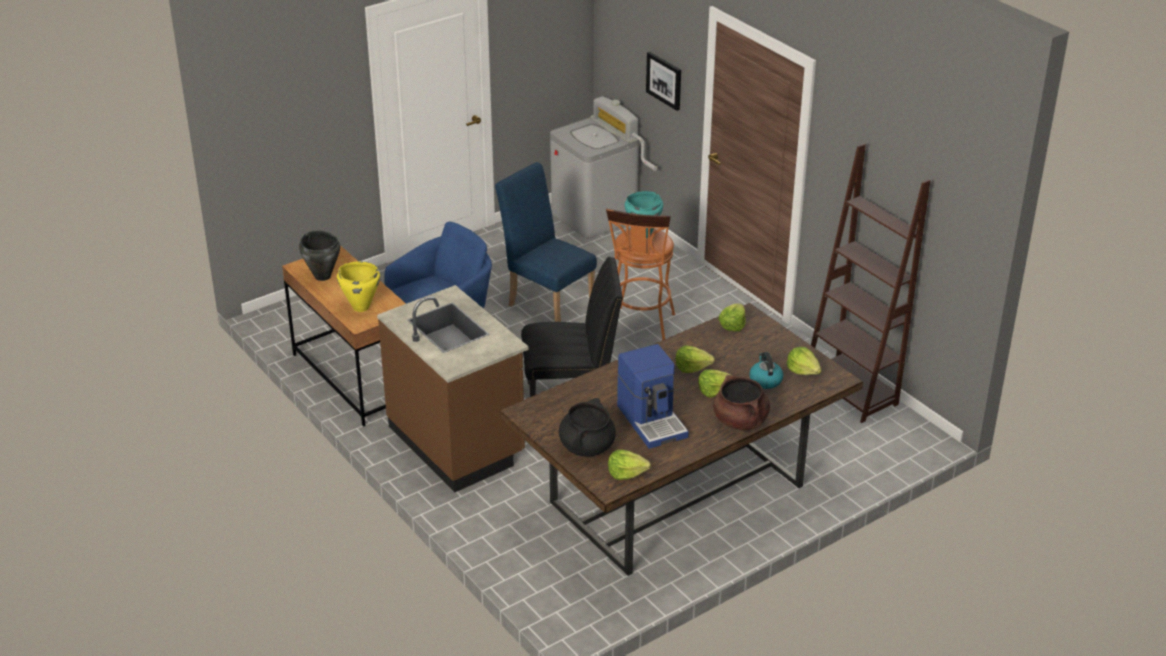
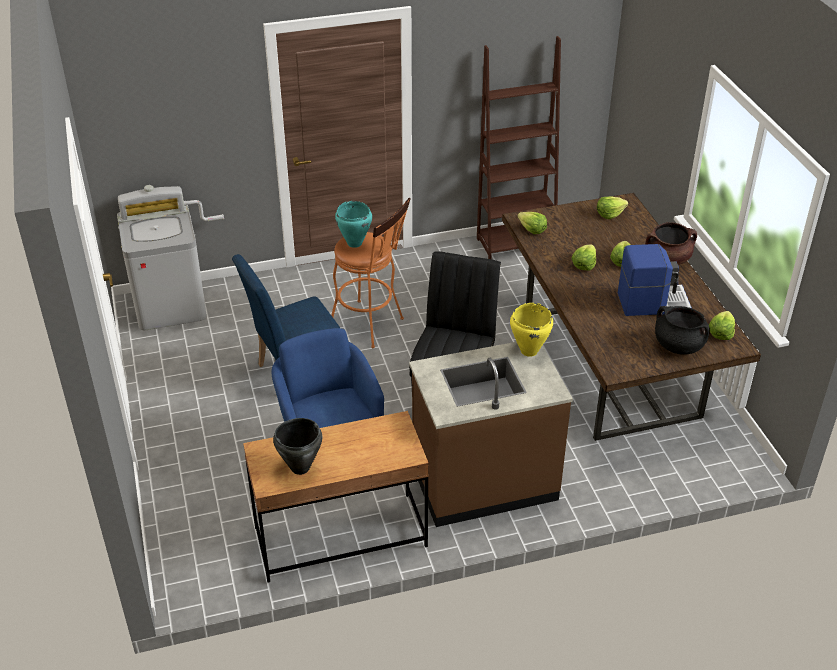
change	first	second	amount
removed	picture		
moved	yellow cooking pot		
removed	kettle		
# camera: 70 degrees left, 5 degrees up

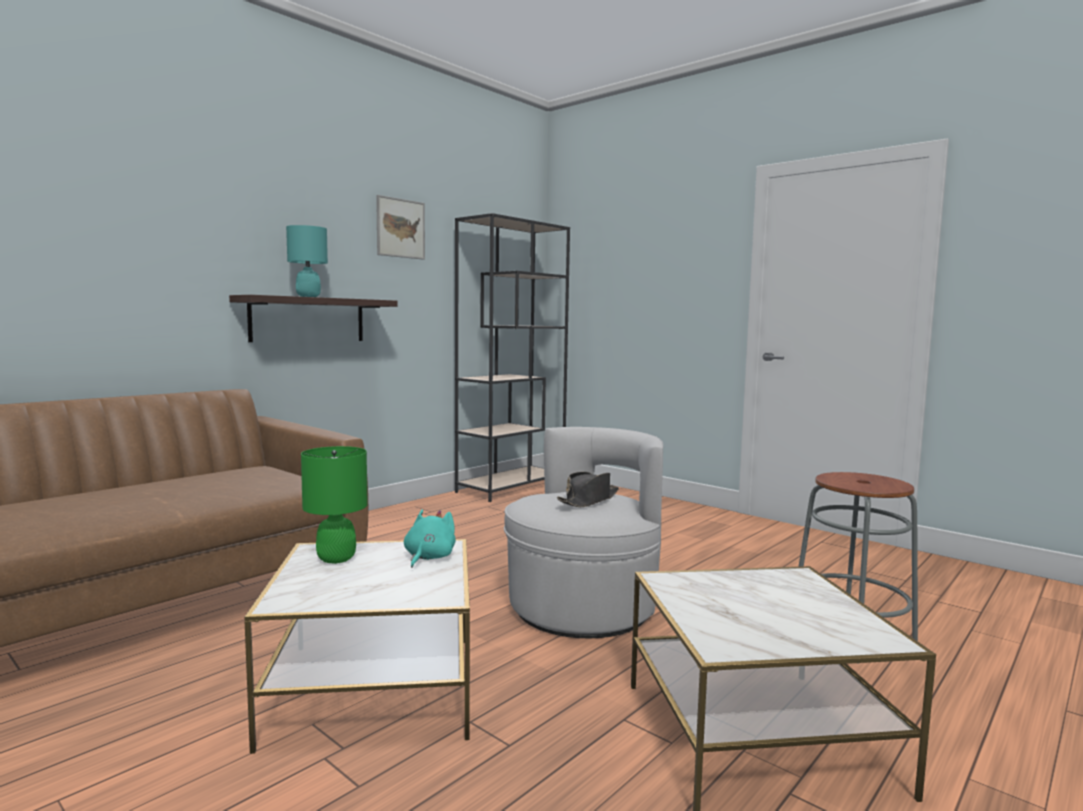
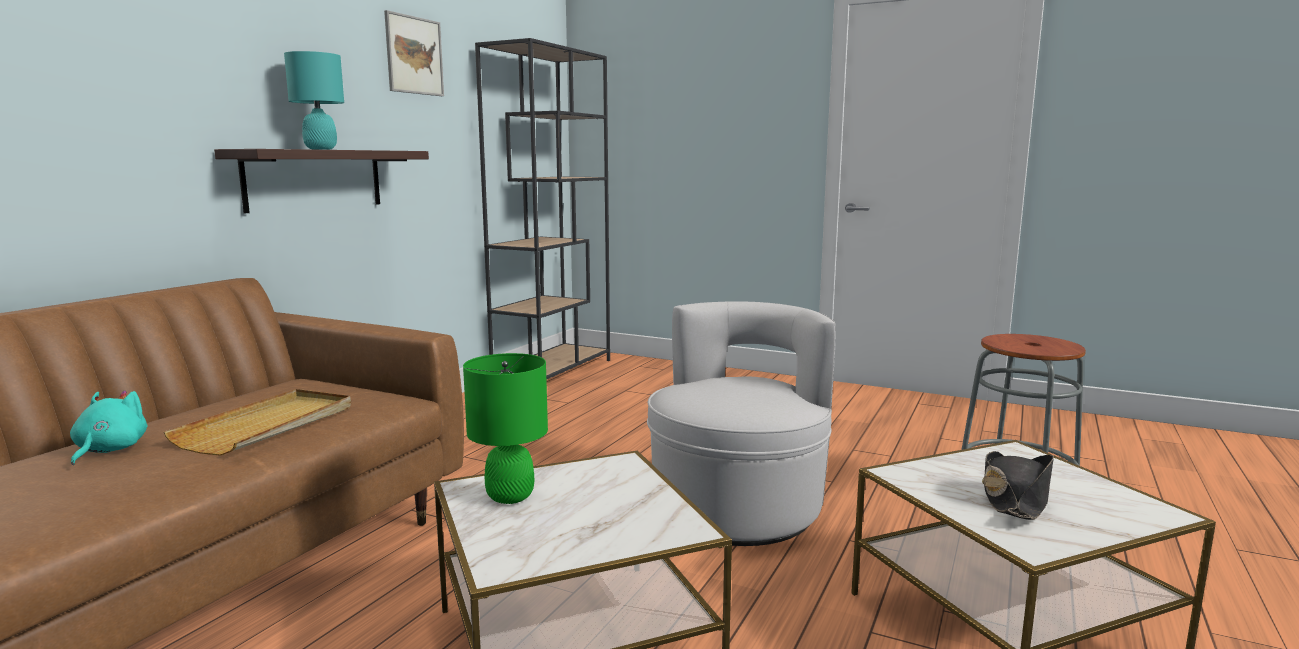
change	first	second	amount
moved	black hat		
moved	turquoise plush toy		
added		beige tray	
# camera: 15 degrees left, 5 degrees up

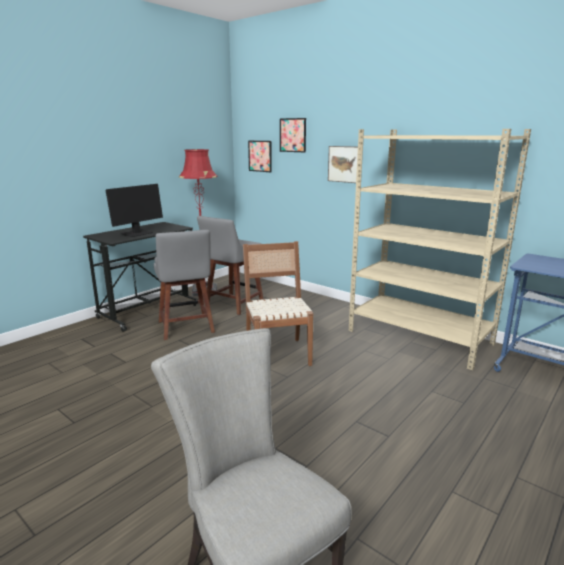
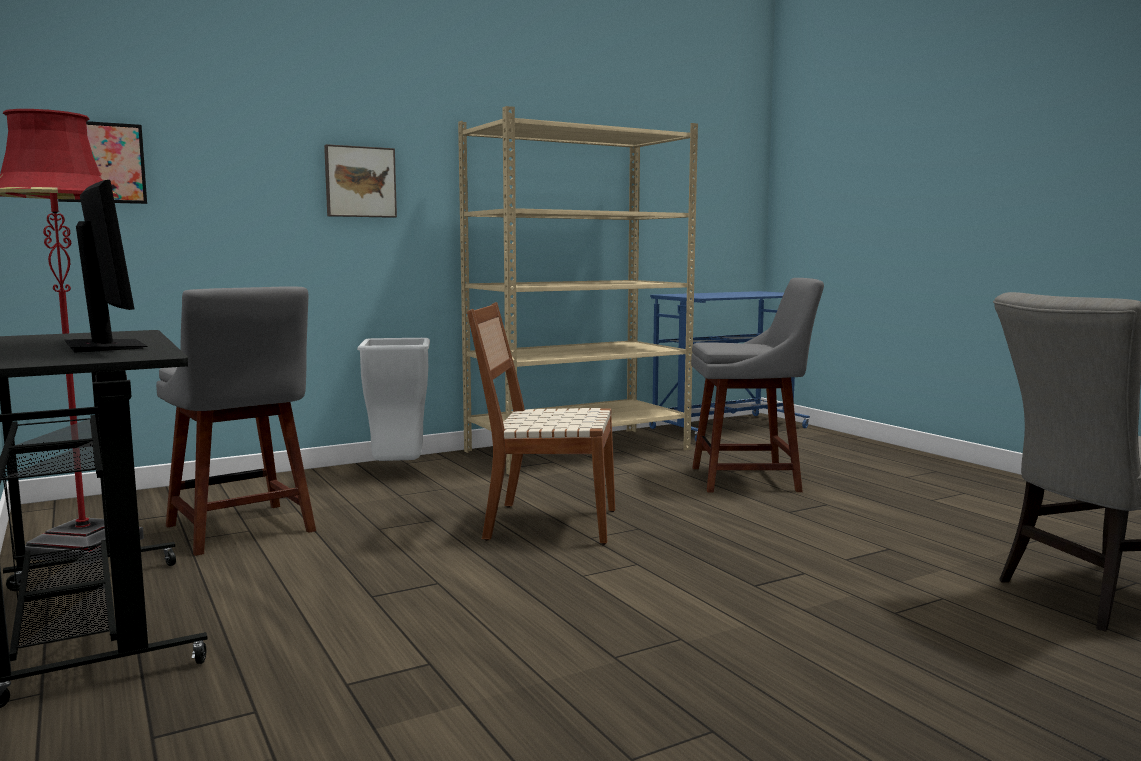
change	first	second	amount
removed	picture (2nd from left)		
moved	grey stool (1st from left in the first image)	grey stool (2nd from left)	
added		grey trash can	
# camera: 70 degrees left, 10 degrees down

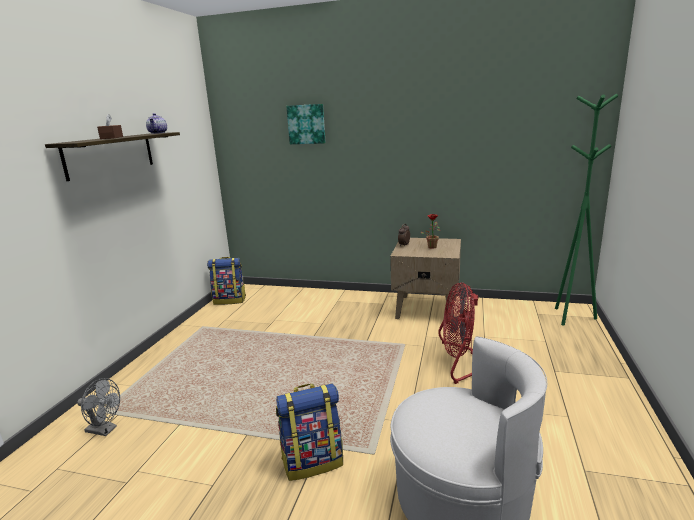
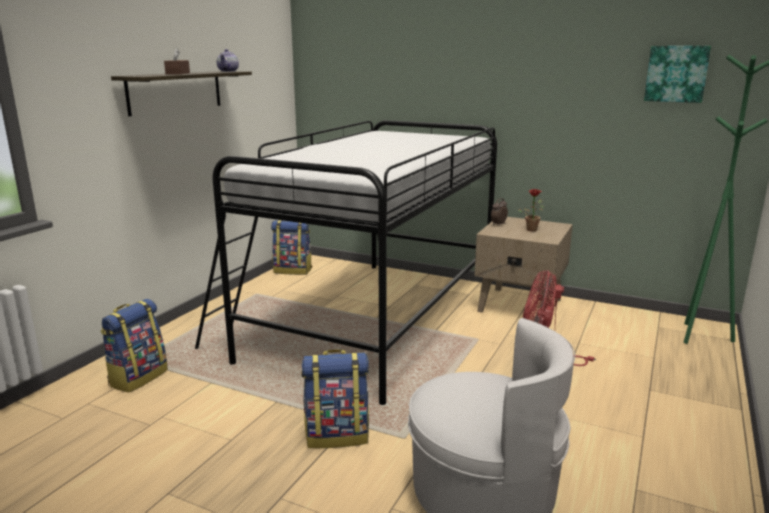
change	first	second	amount
moved	picture		
replaced	grey fan	backpack (1st from left)	
added		black bed	
# camera: 10 degrees right, 0 degrees up

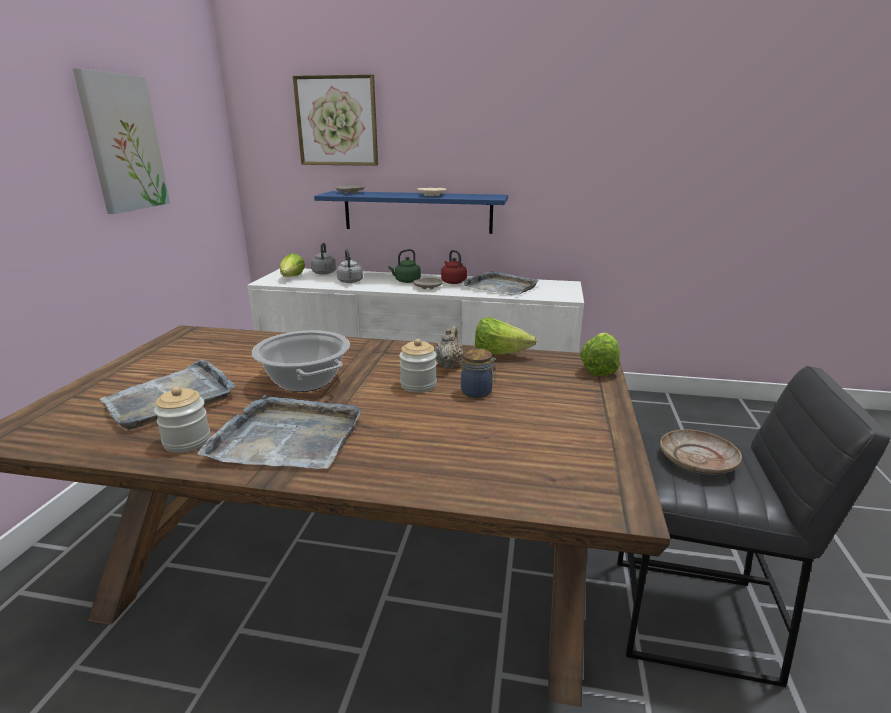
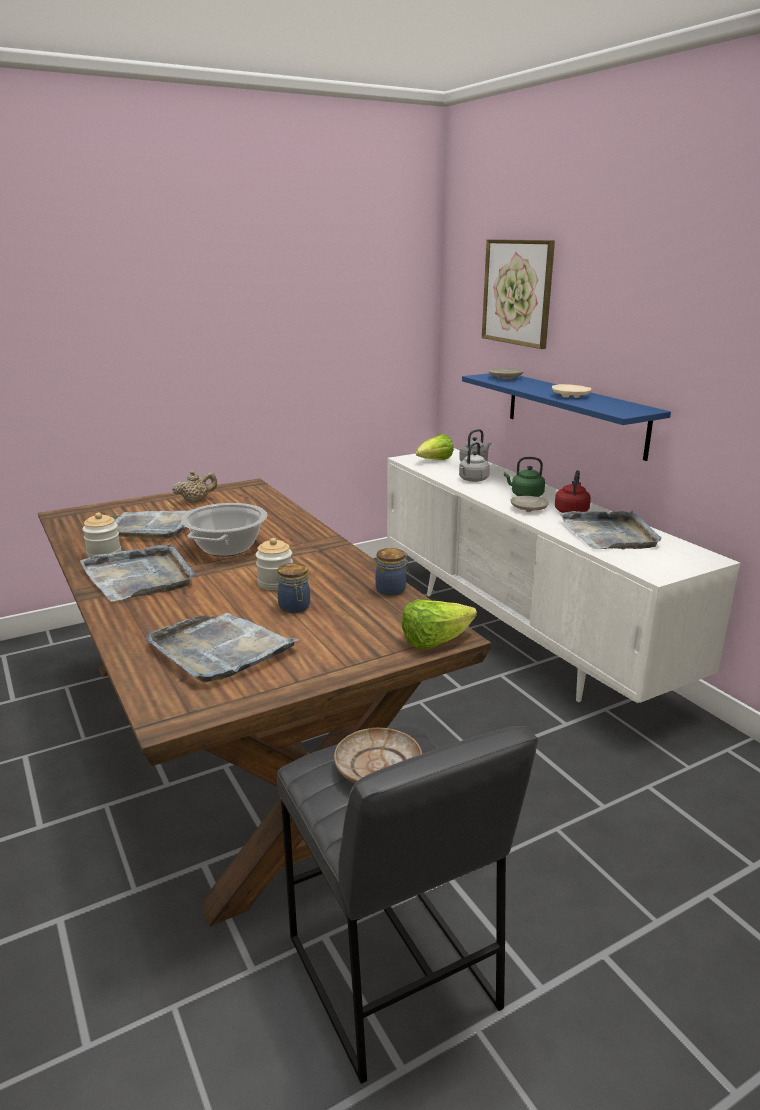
change	first	second	amount
removed	picture (1st from left)		
replaced	lettuce (2nd from left)	jar (4th from left)	
moved	beige teapot		
added		grey tray (3rd from left)	
# camera: 50 degrees right, 0 degrees up

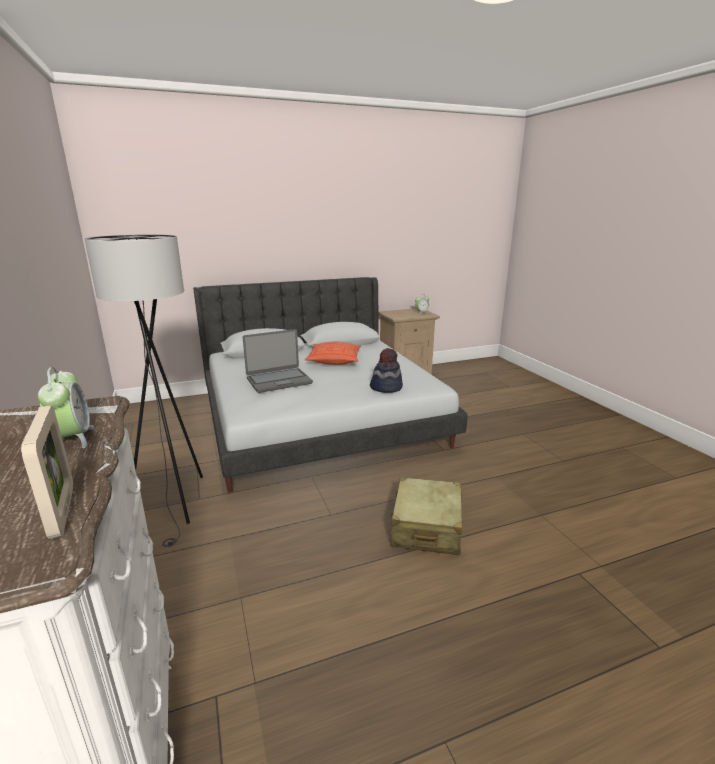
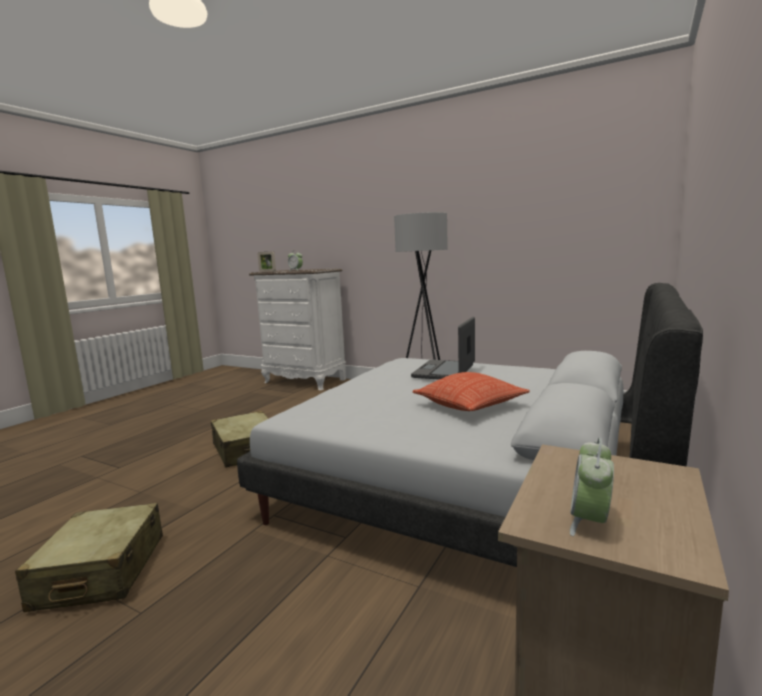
change	first	second	amount
removed	hat		
added		beige suitcase (1st from left)	
# camera: 140 degrees right, 10 degrees down

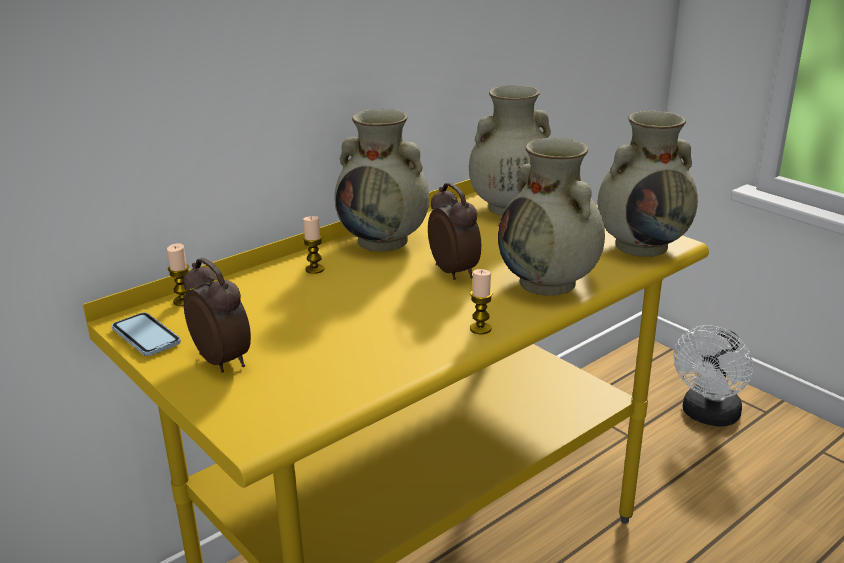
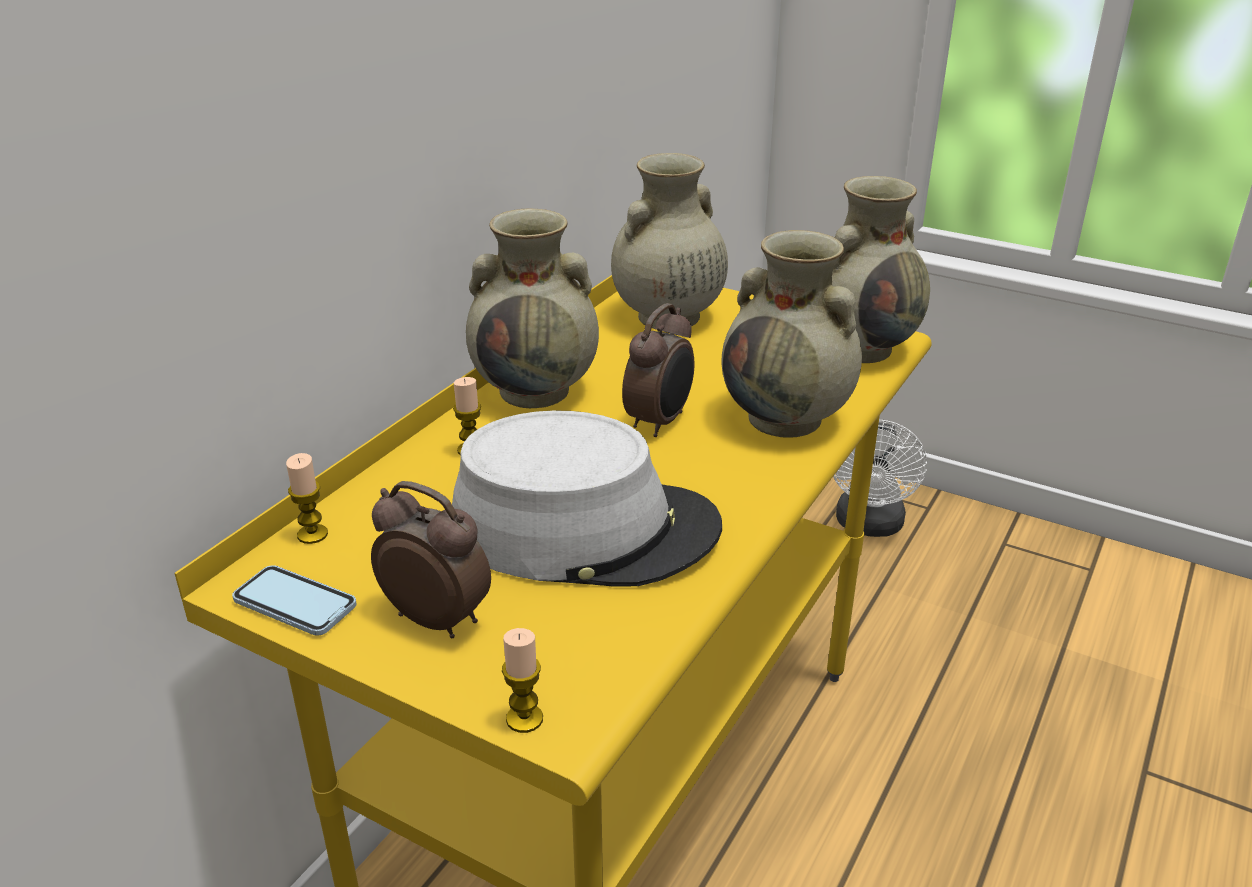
change	first	second	amount
turned	alarm clock (2nd from left)		75 degrees clockwise
moved	candle (3rd from left)		
added		grey hat	
# camera: 20 degrees left, 5 degrees up

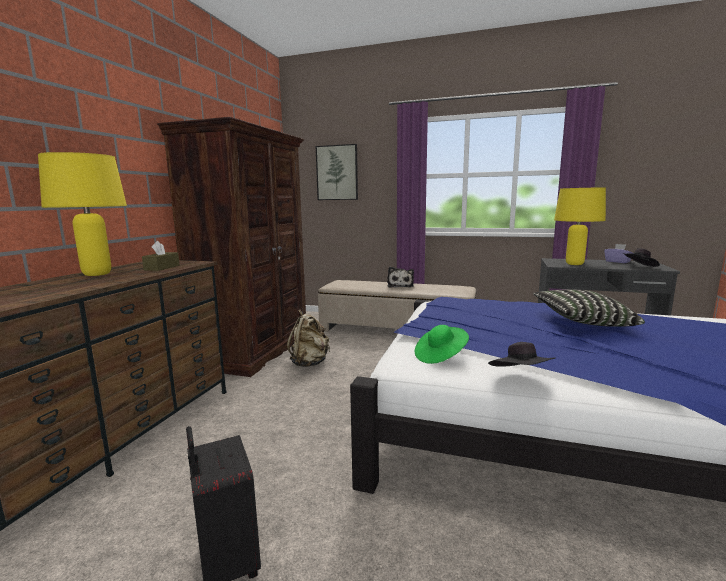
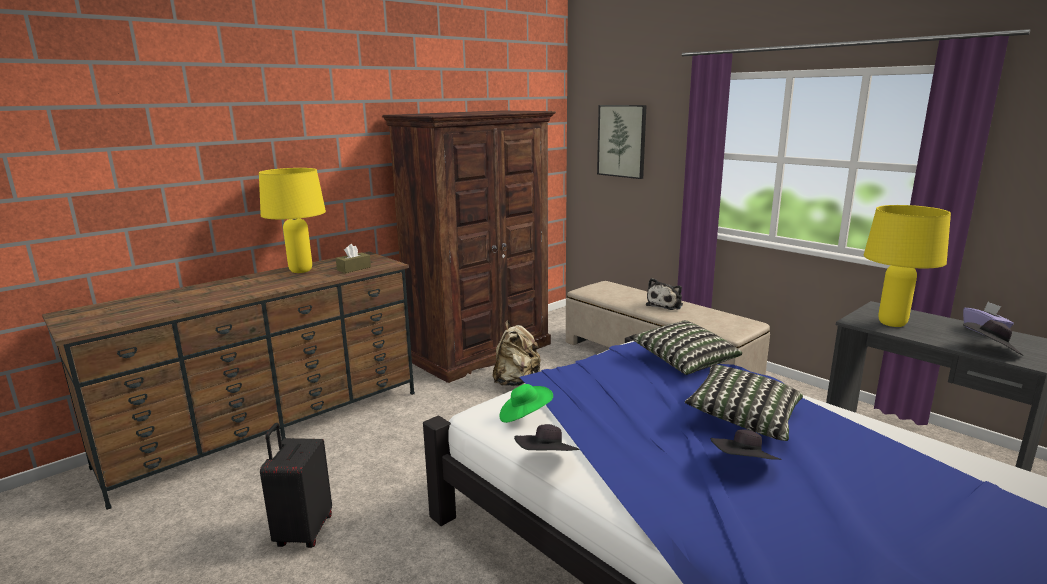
change	first	second	amount
added		pillow (1st from left)	
added		black hat (2nd from left)	
# camera: 30 degrees right, 5 degrees up

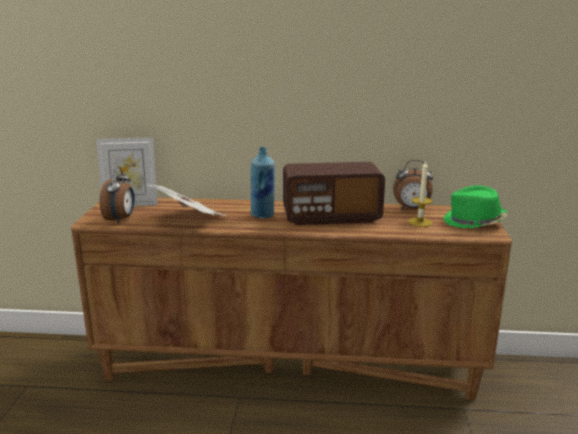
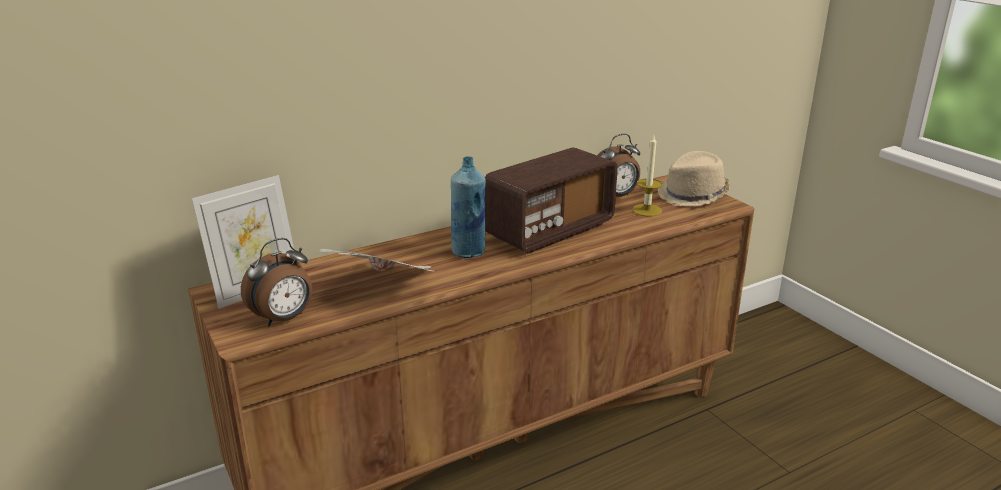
change	first	second	amount
turned	alarm clock (1st from left)		75 degrees clockwise
recoloured	green hat	beige hat	
# camera: 35 degrees left, 5 degrees up

